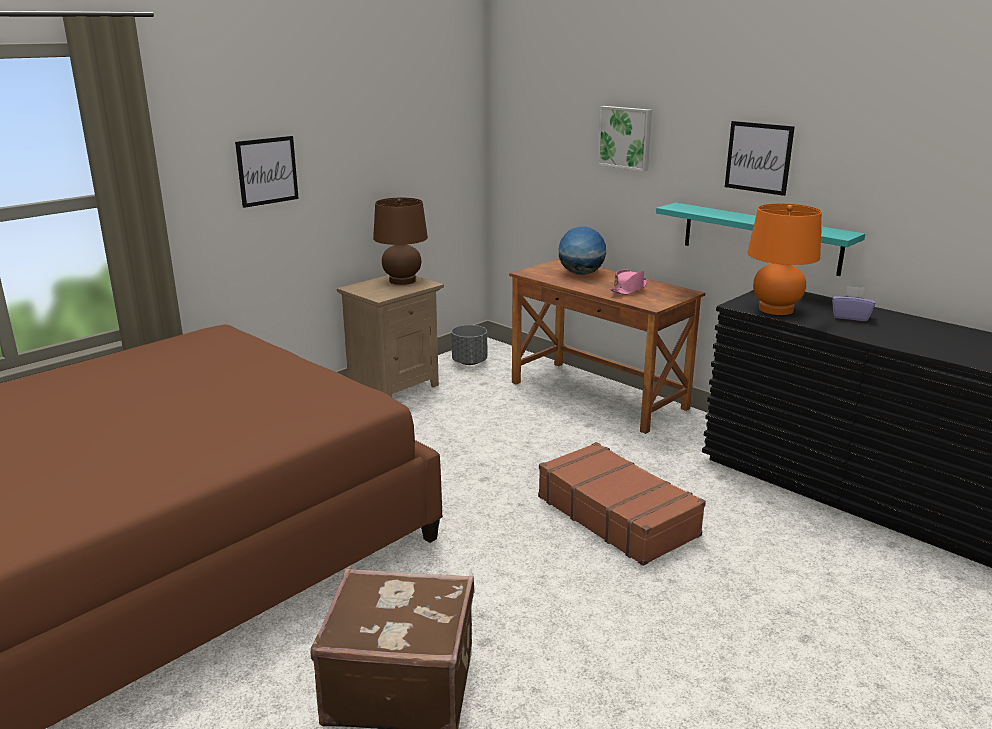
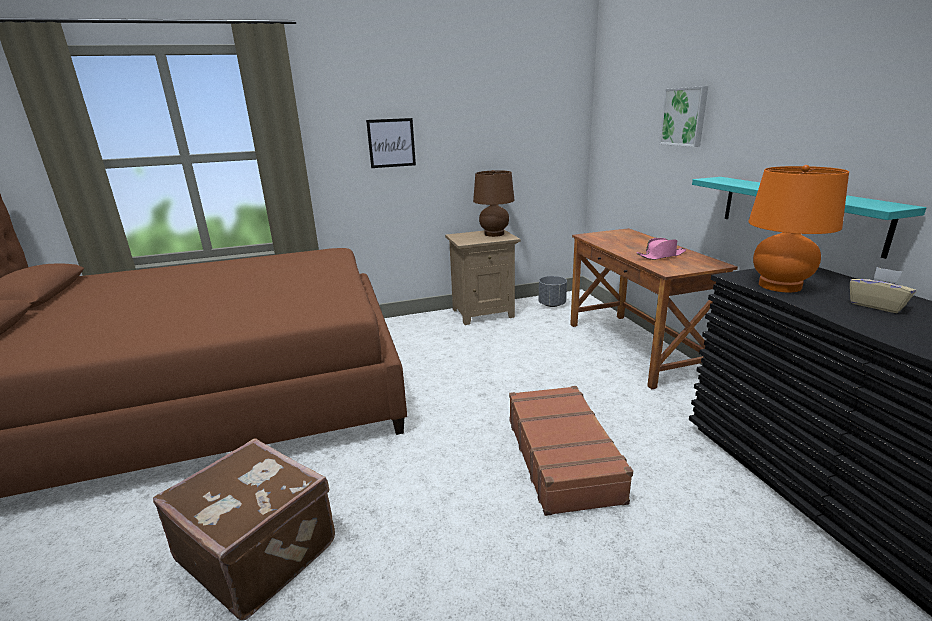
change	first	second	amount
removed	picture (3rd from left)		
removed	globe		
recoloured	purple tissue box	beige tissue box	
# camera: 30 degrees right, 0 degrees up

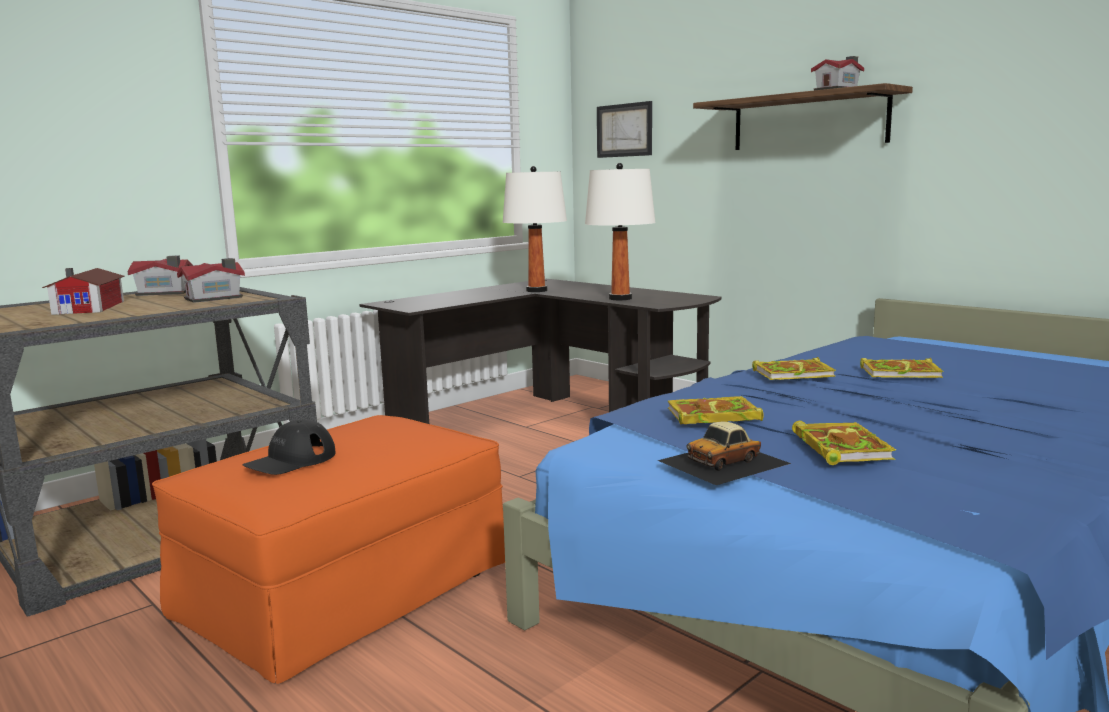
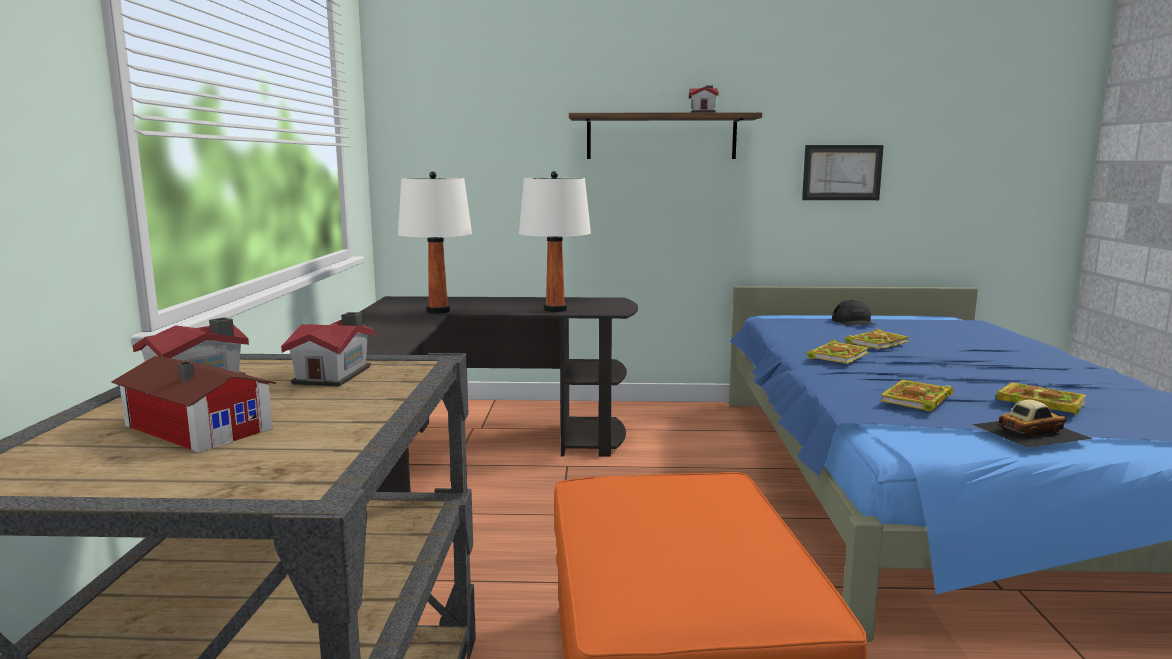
change	first	second	amount
moved	picture		
moved	black cap		
turned	toy car		120 degrees counterclockwise
# camera: 45 degrees left, 0 degrees up

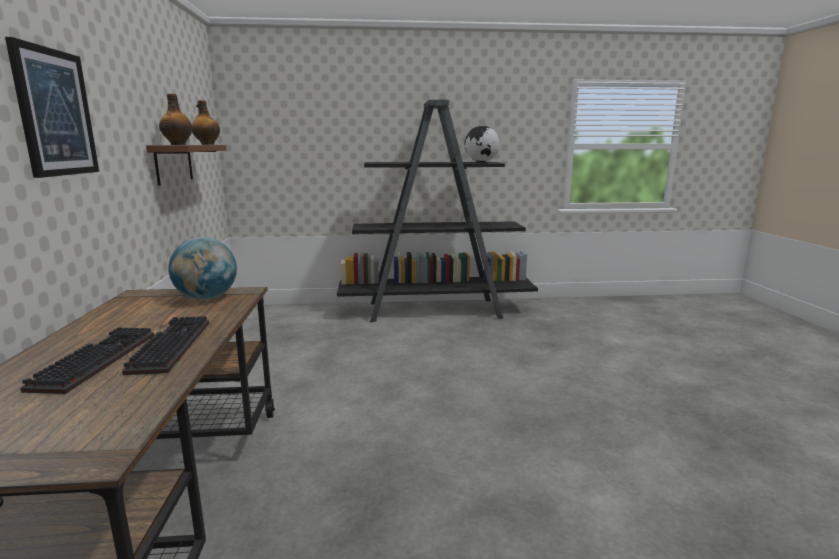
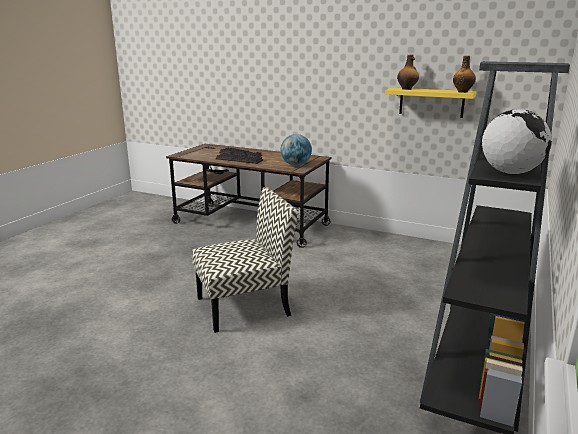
change	first	second	amount
removed	picture		
recoloured	brown shelf	yellow shelf	
added		chair	
# camera: 120 degrees right, 5 degrees up

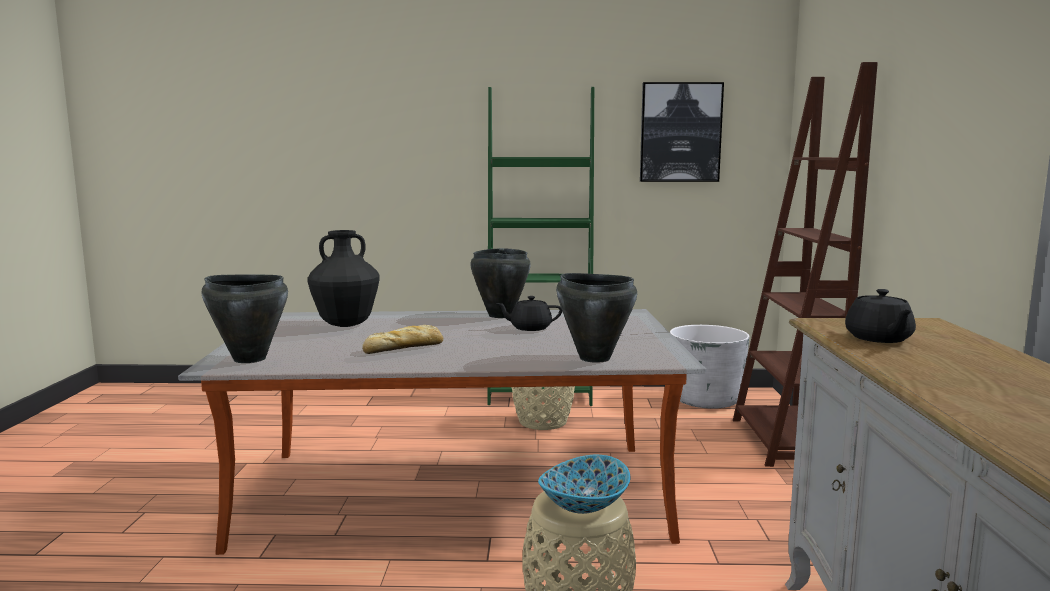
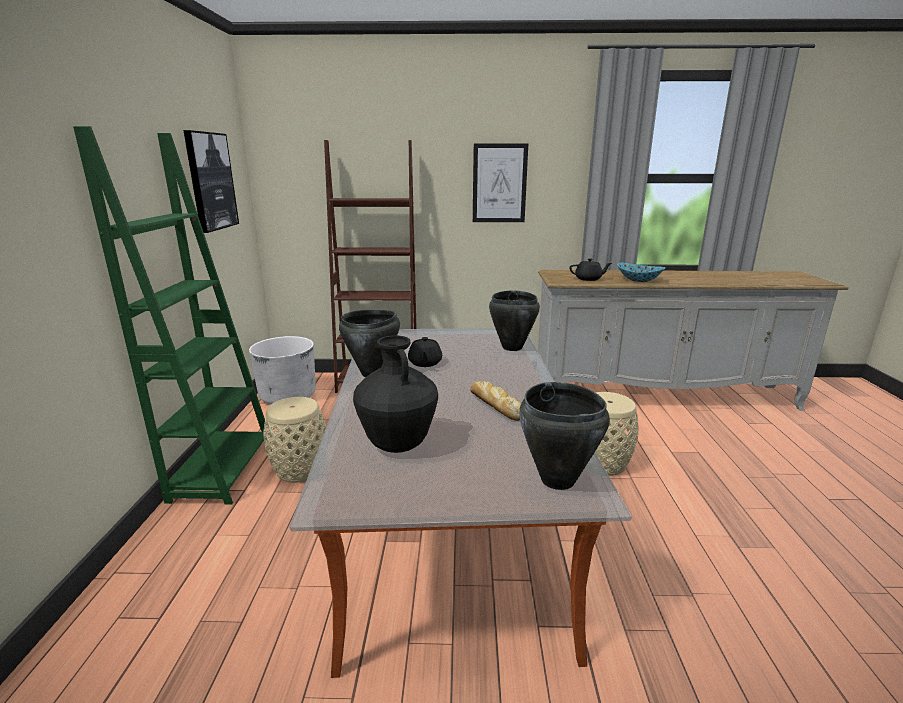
change	first	second	amount
moved	bowl		
added		picture (2nd from left)	
# camera: 90 degrees left, 10 degrees up

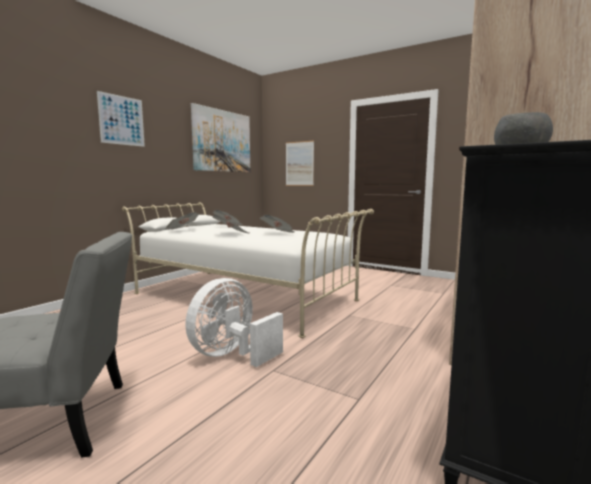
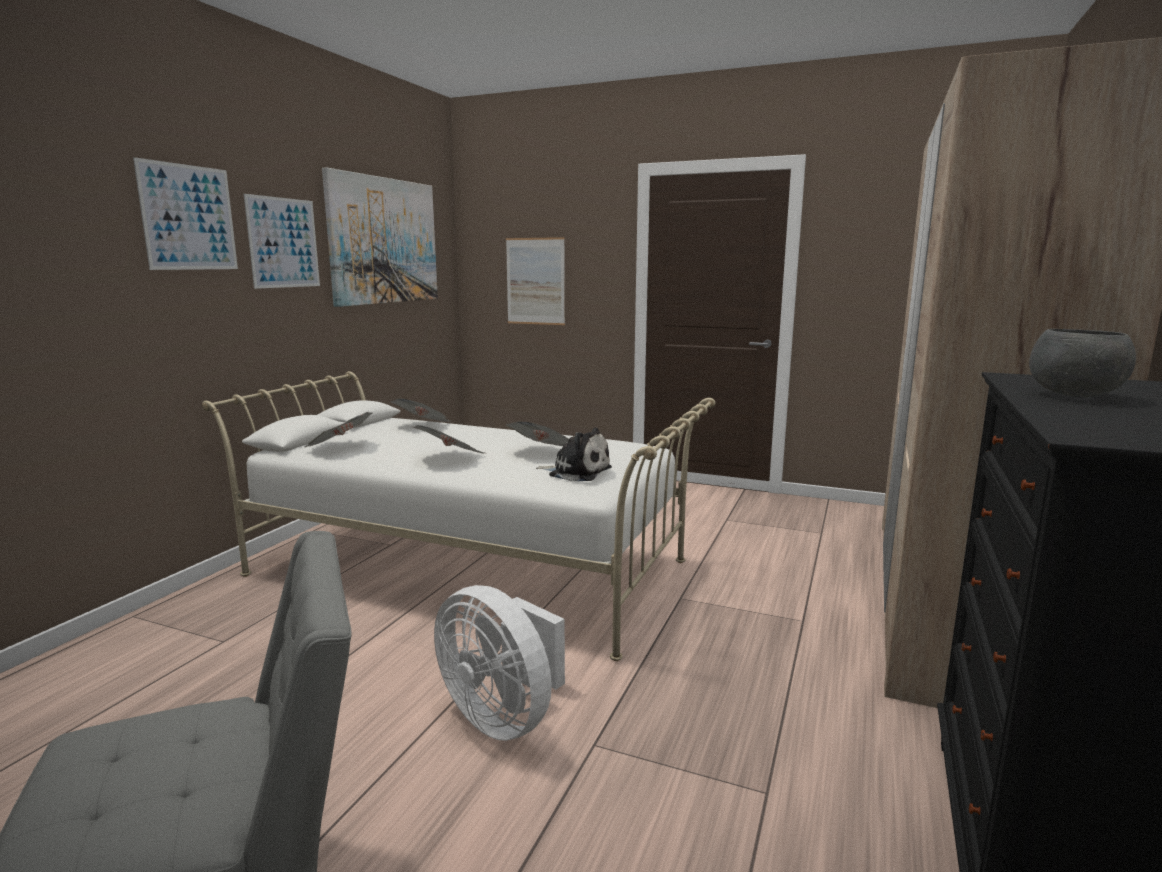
change	first	second	amount
turned	white fan		75 degrees counterclockwise
added		picture (2nd from left)	
added		plush toy	
# camera: 10 degrees left, 5 degrees up

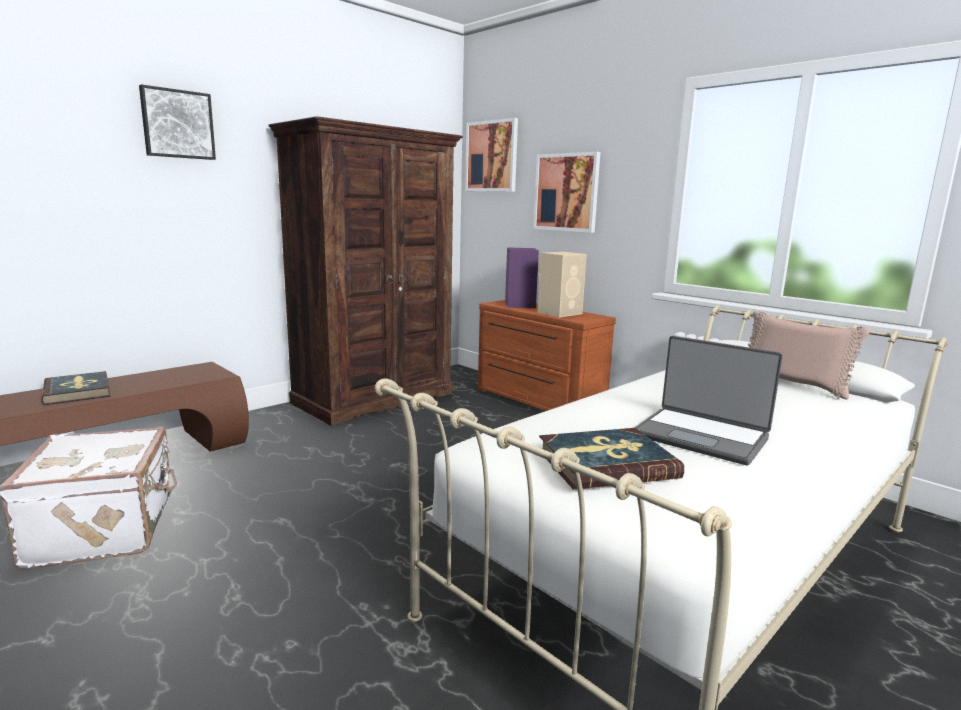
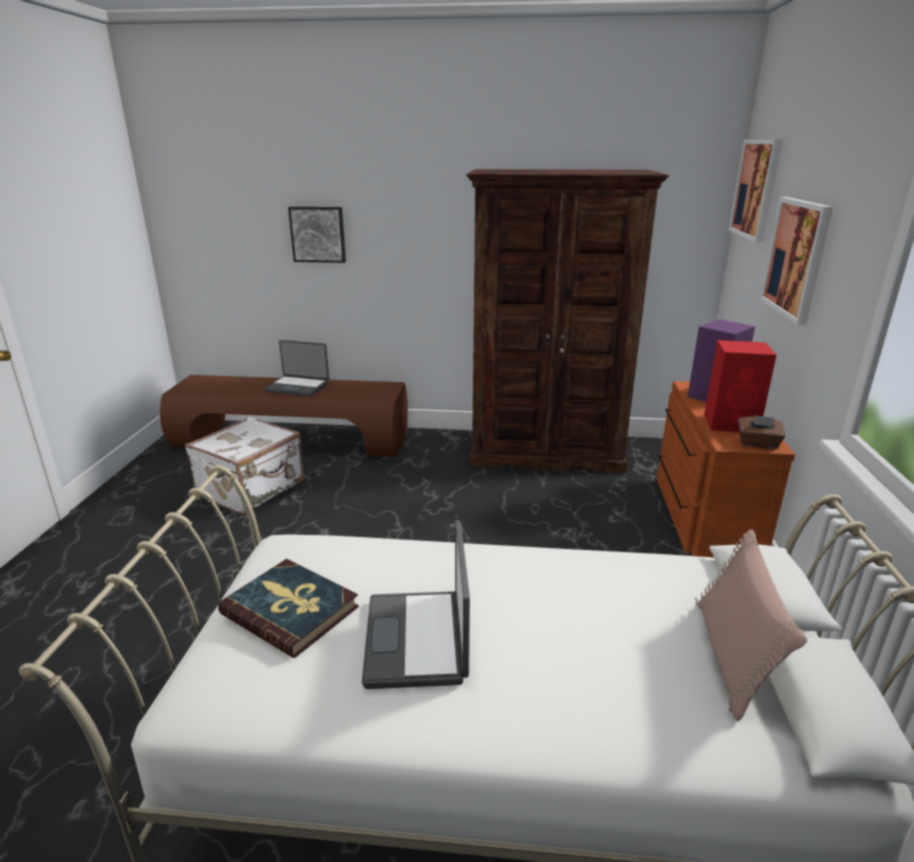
change	first	second	amount
moved	picture (1st from left)		
recoloured	beige speaker	red speaker	
replaced	book (1st from left)	laptop (1st from left)	
added		brown tissue box	
# camera: 50 degrees right, 10 degrees up

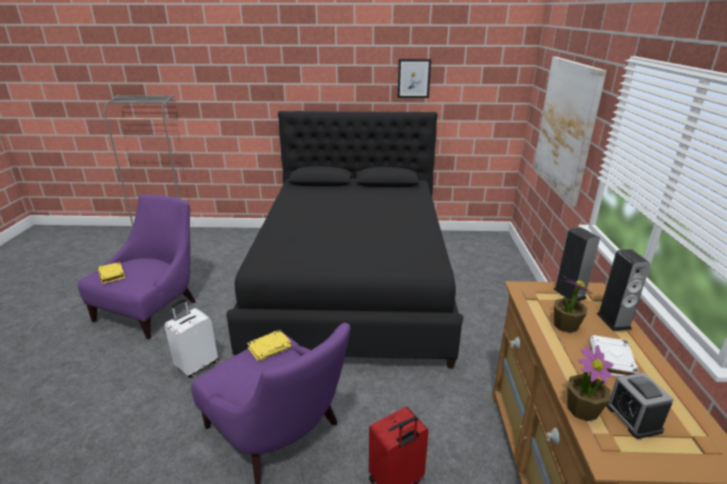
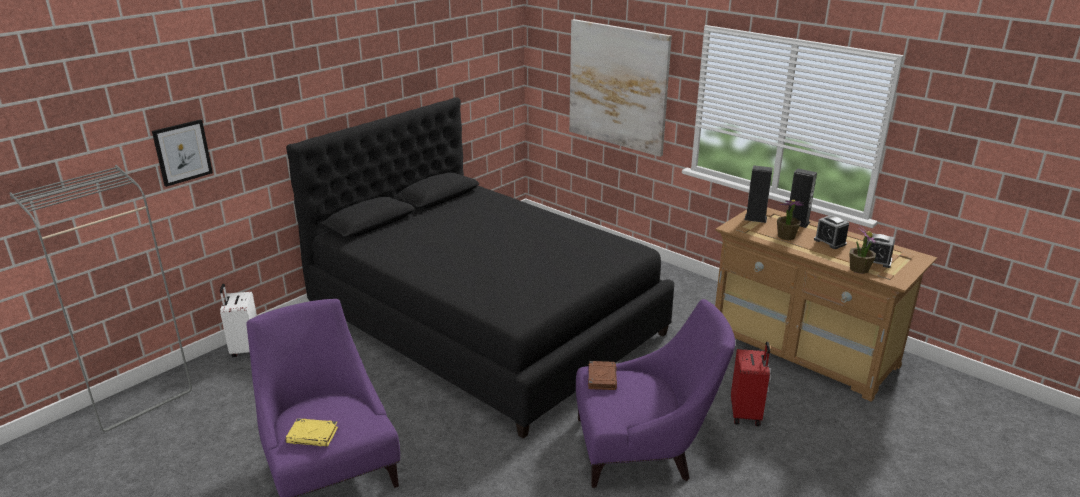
change	first	second	amount
moved	picture (1st from left)		
moved	white suitcase		
recoloured	yellow book (2nd from left)	brown book	
replaced	white book	alarm clock (1st from left)	
# camera: 50 degrees left, 0 degrees up

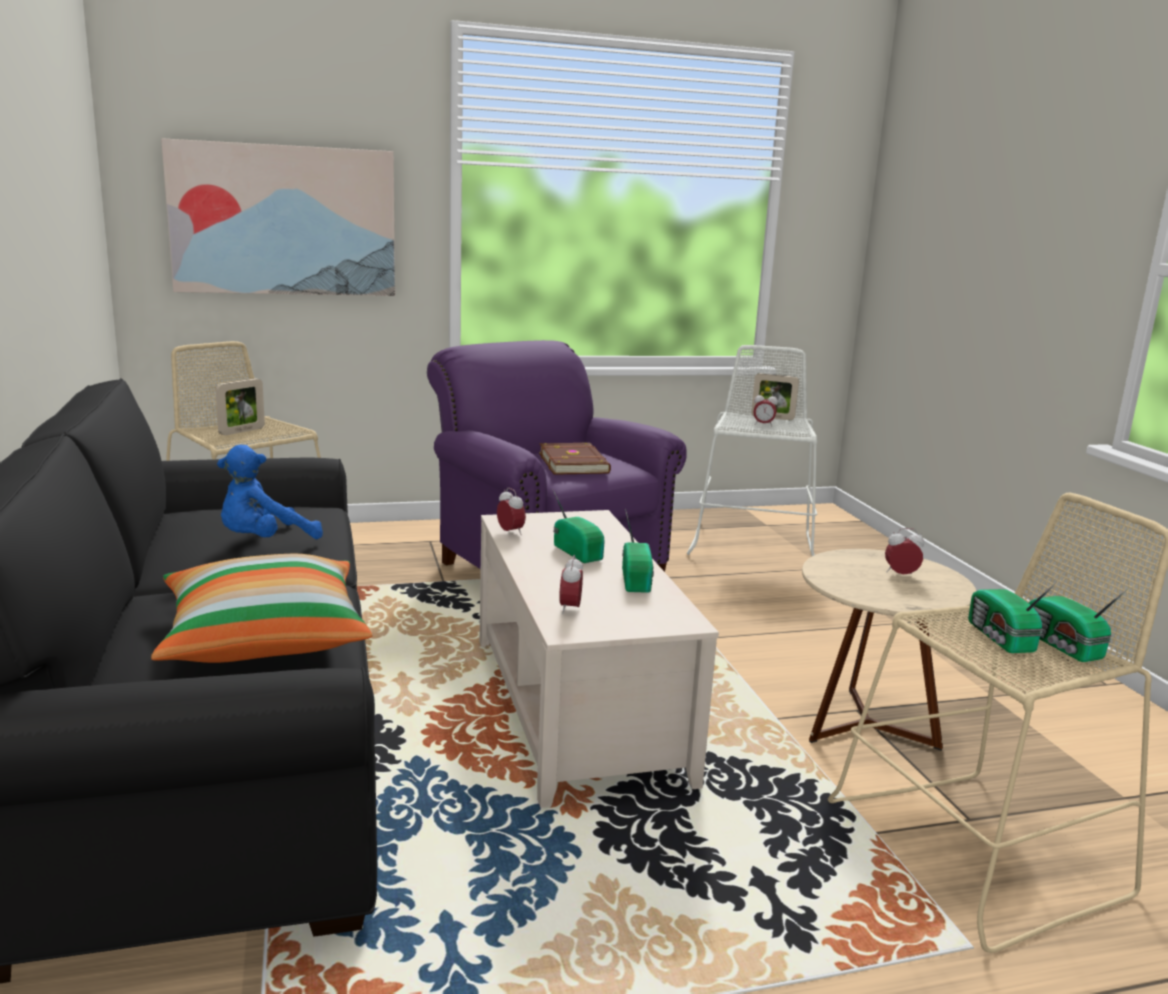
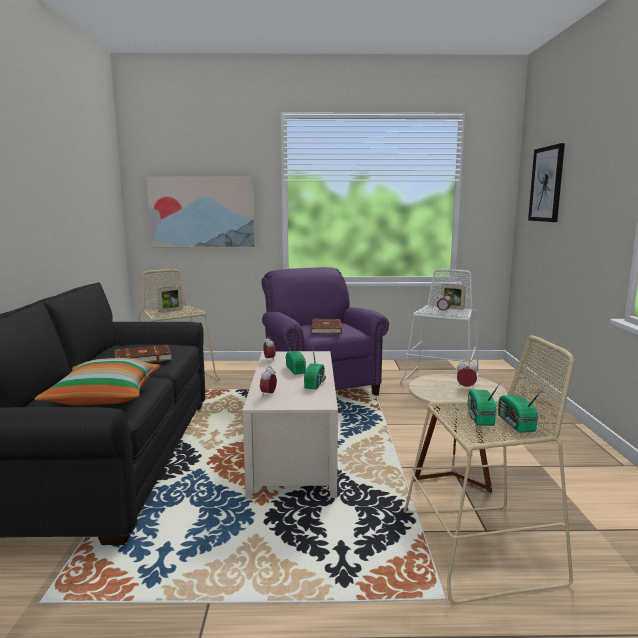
change	first	second	amount
replaced	blue plush toy	brown book (1st from left)	
added		picture (2nd from left)	
# camera: 15 degrees right, 5 degrees down

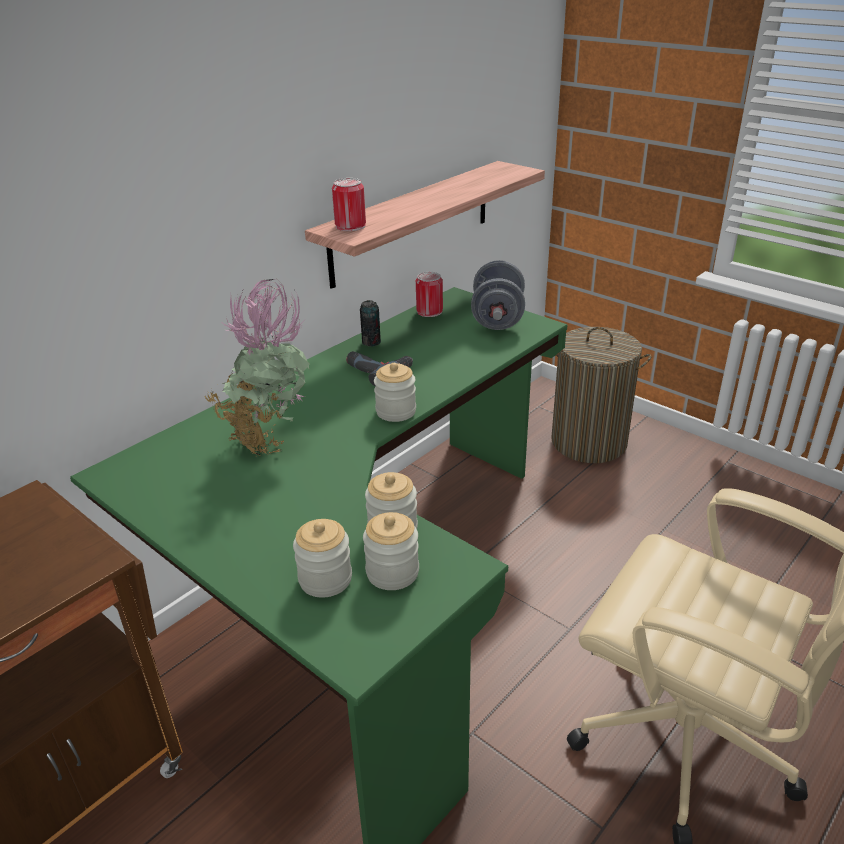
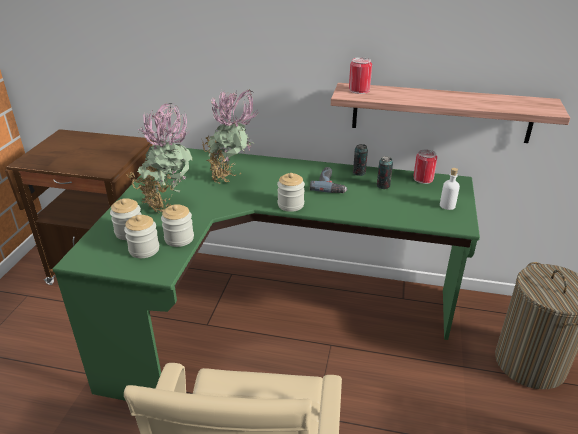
change	first	second	amount
replaced	grey dumbbell	white bottle	
added		potted plant (1st from left)	
added		can (3rd from left)	
# camera: 60 degrees right, 0 degrees up

